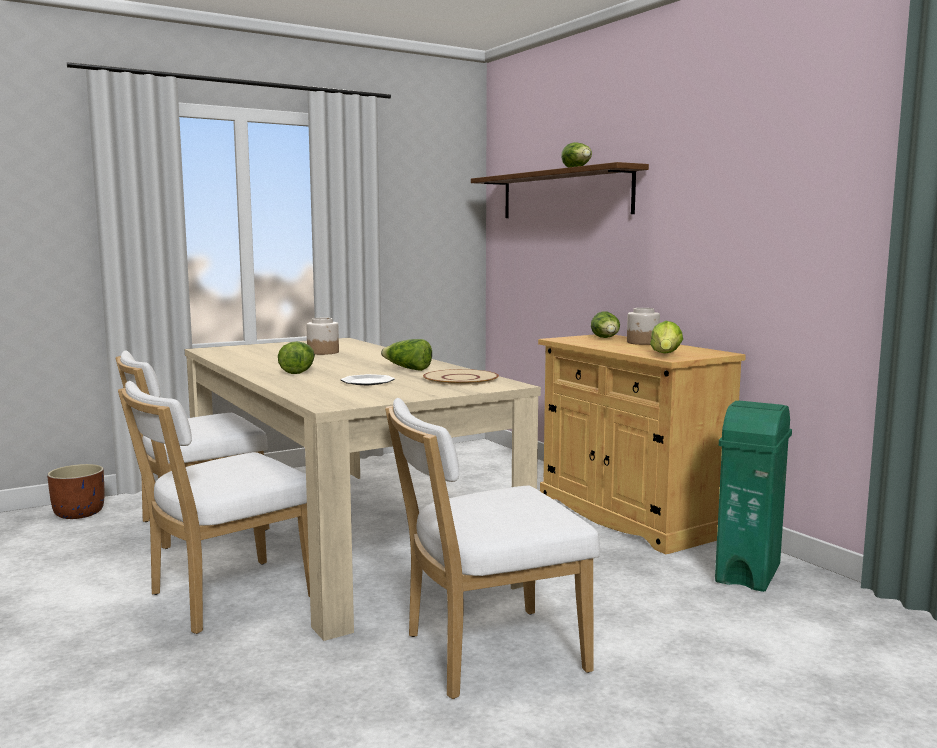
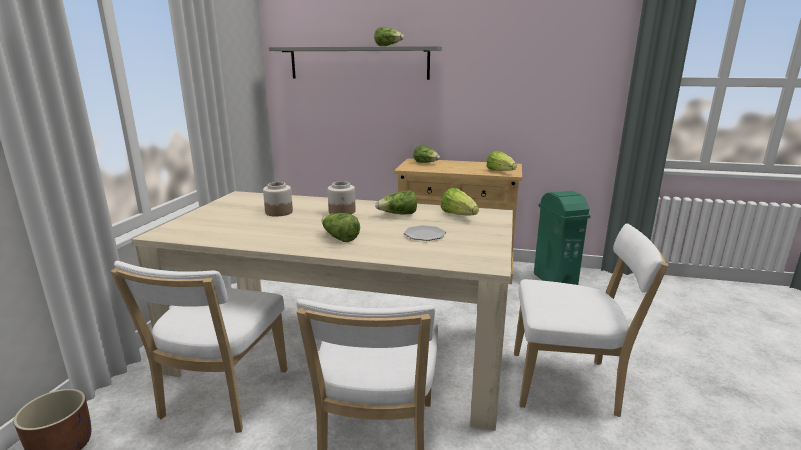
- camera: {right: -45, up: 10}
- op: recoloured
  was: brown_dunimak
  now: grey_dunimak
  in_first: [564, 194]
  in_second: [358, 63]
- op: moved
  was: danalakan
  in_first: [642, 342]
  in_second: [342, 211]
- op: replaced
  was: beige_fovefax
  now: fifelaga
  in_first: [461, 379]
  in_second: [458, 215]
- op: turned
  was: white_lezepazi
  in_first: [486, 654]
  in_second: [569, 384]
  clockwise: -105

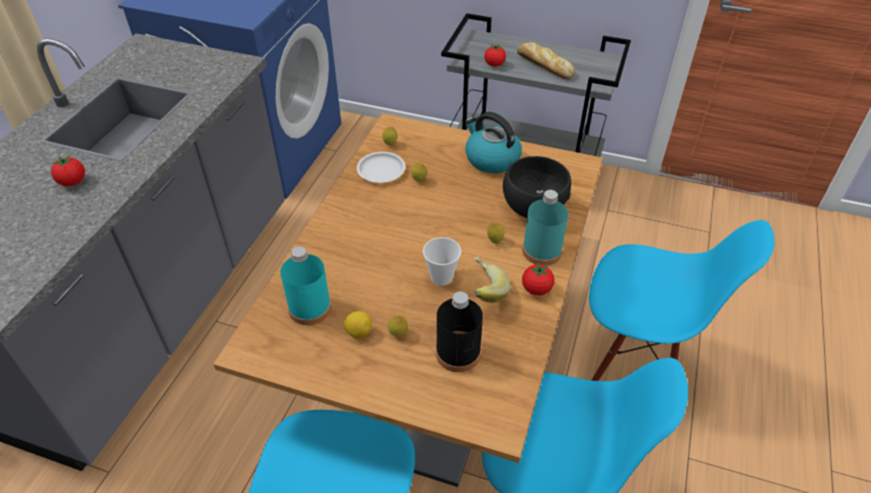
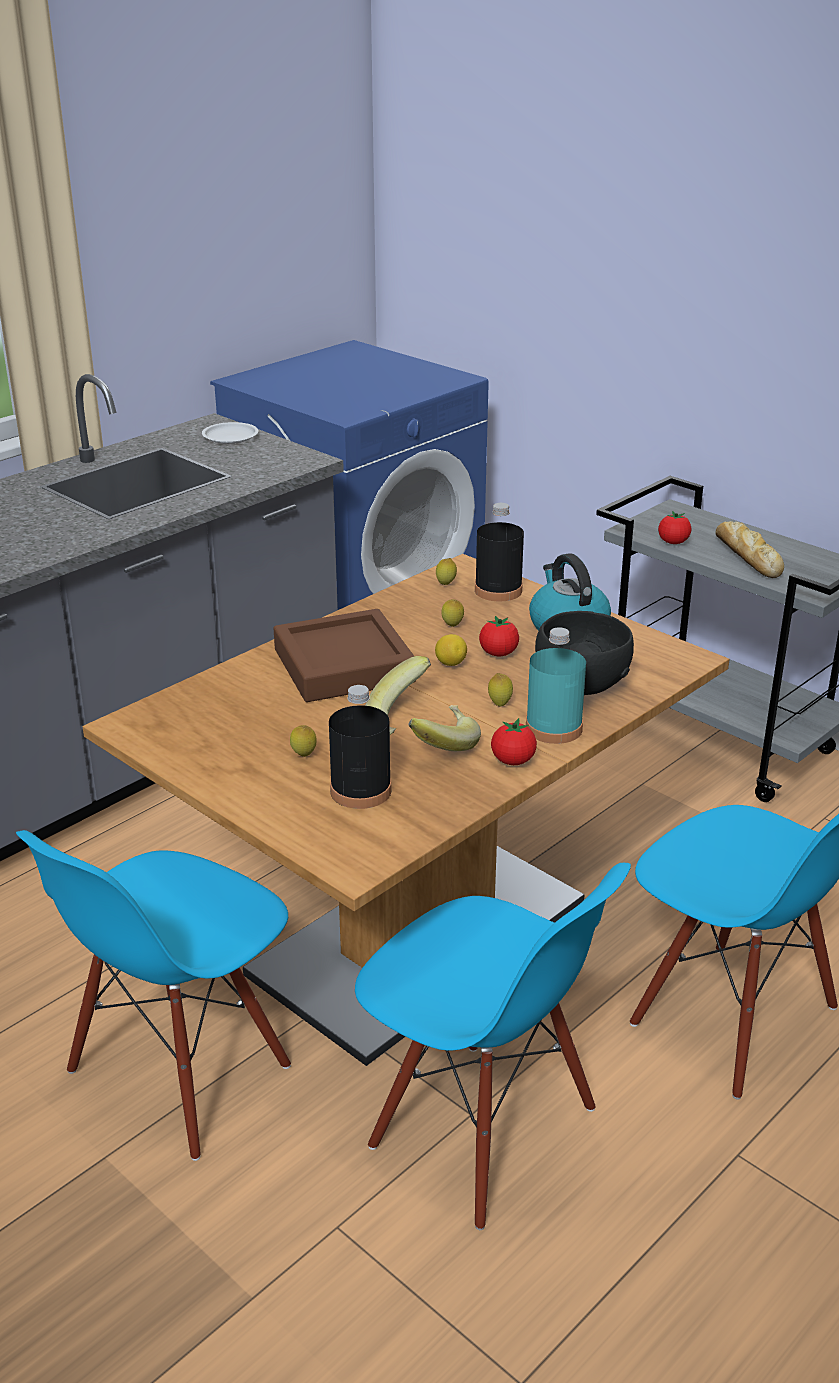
- camera: {right: 25, up: -15}
- op: moved
  was: white_fovefax
  in_first: [381, 170]
  in_second: [230, 436]
- op: added
  now: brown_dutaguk
  in_second: [343, 666]
- op: replaced
  was: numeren
  now: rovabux
  in_first: [441, 277]
  in_second: [401, 720]
- op: moved
  was: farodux
  in_first: [358, 332]
  in_second: [450, 663]
- op: added
  now: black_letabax
  in_second: [498, 590]
- op: moved
  was: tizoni
  in_first: [73, 182]
  in_second: [498, 653]
- op: removed
  was: turquoise_letabax
  in_first: [310, 308]

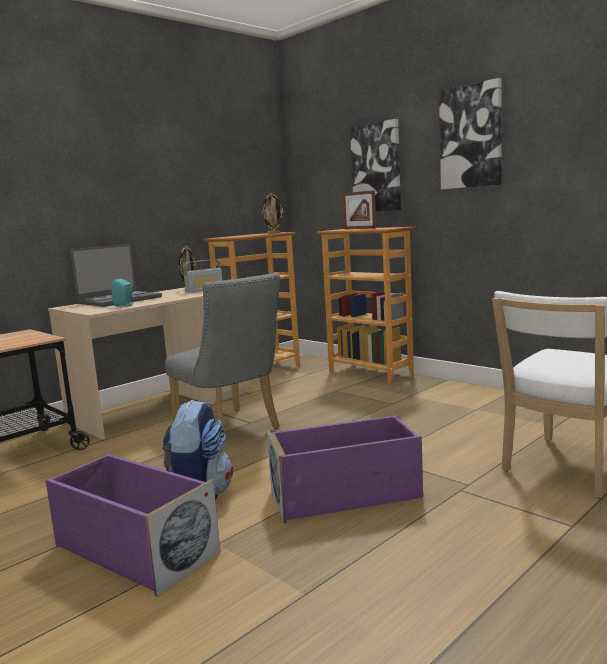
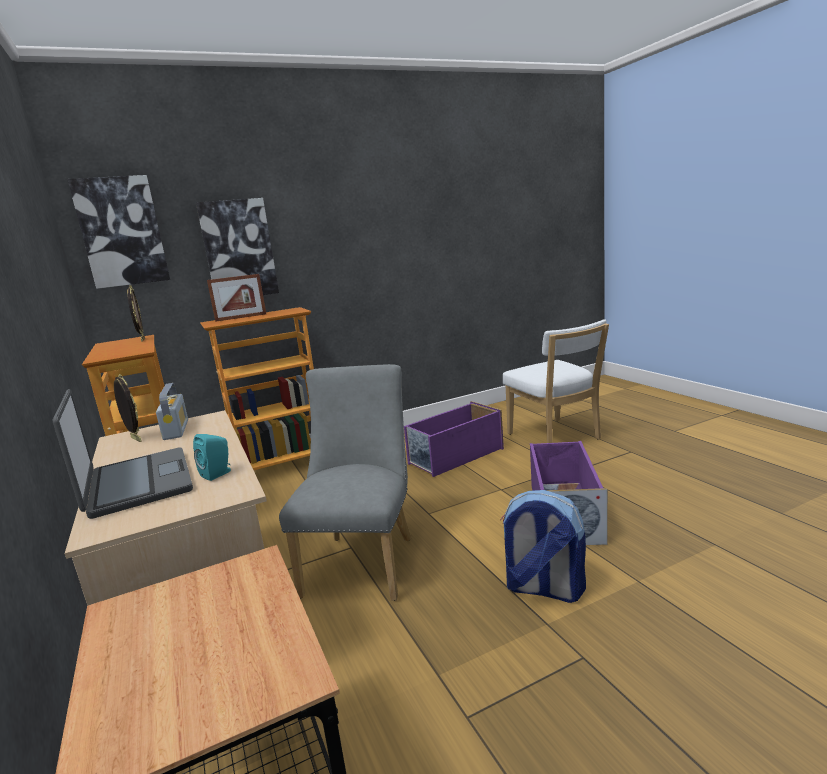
- camera: {right: -70, up: 5}
- op: moved
  was: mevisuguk
  in_first: [471, 136]
  in_second: [121, 232]
- op: turned
  was: grey_lezepazi
  in_first: [232, 430]
  in_second: [363, 560]
  clockwise: -60
- op: moved
  was: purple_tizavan
  in_first: [133, 549]
  in_second: [455, 457]

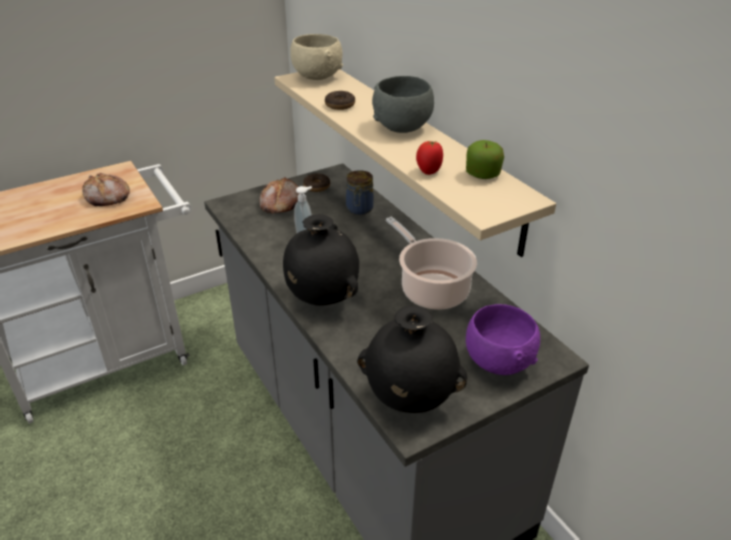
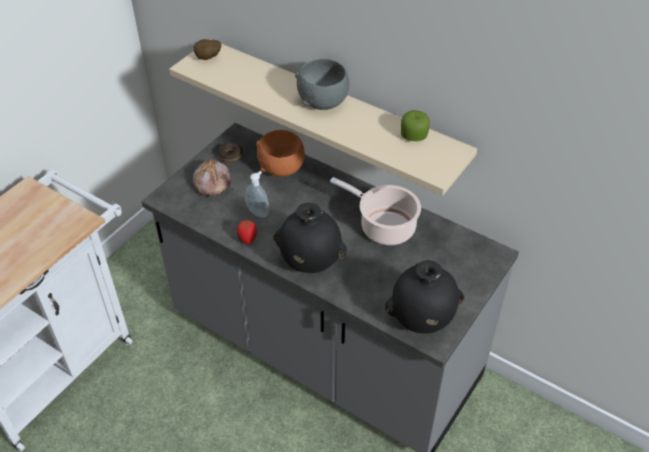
- camera: {right: -25, up: 10}
- op: replaced
  was: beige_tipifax
  now: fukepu
  in_first: [317, 76]
  in_second: [208, 59]
- op: moved
  was: tizoni
  in_first: [428, 171]
  in_second: [247, 239]
- op: replaced
  was: danalakan
  now: orange_tipifax
  in_first: [359, 209]
  in_second: [282, 168]
- op: removed
  was: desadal
  in_first: [107, 197]
- op: removed
  was: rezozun
  in_first: [340, 105]
- op: removed
  was: purple_tipifax
  in_first: [498, 361]

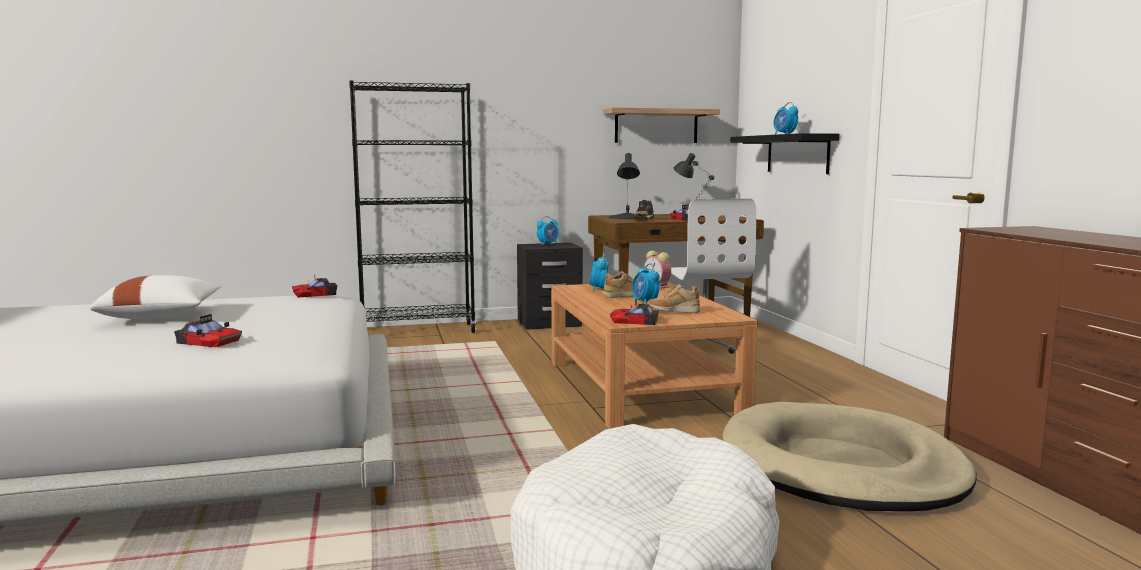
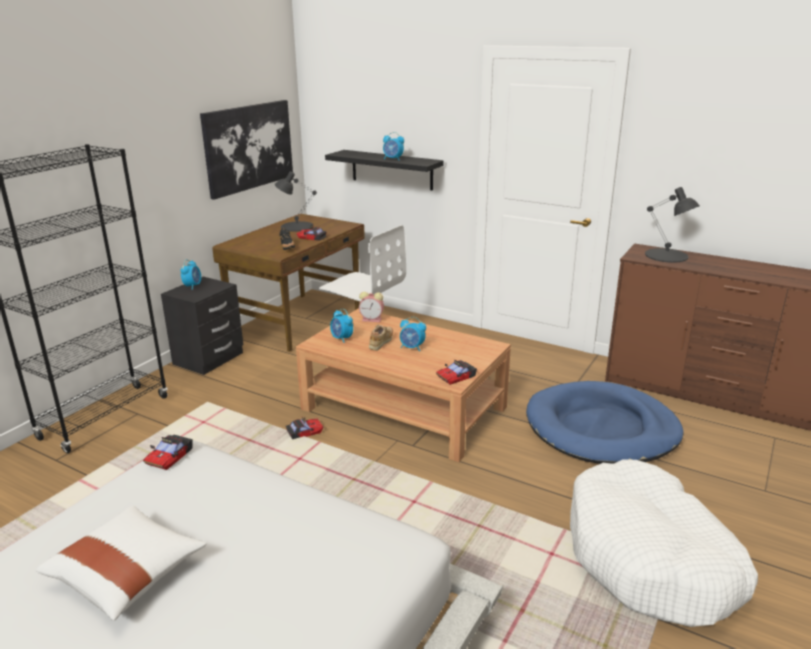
- camera: {right: -45, up: 15}
- op: replaced
  was: dunimak
  now: mevisuguk
  in_first: [656, 126]
  in_second: [248, 147]
- op: moved
  was: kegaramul
  in_first: [209, 342]
  in_second: [304, 432]
- op: recoloured
  was: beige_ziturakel
  now: blue_ziturakel
  in_first: [840, 466]
  in_second: [601, 428]
- op: moved
  was: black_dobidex
  in_first: [627, 217]
  in_second: [666, 255]
- op: removed
  was: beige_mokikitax
  in_first: [673, 312]

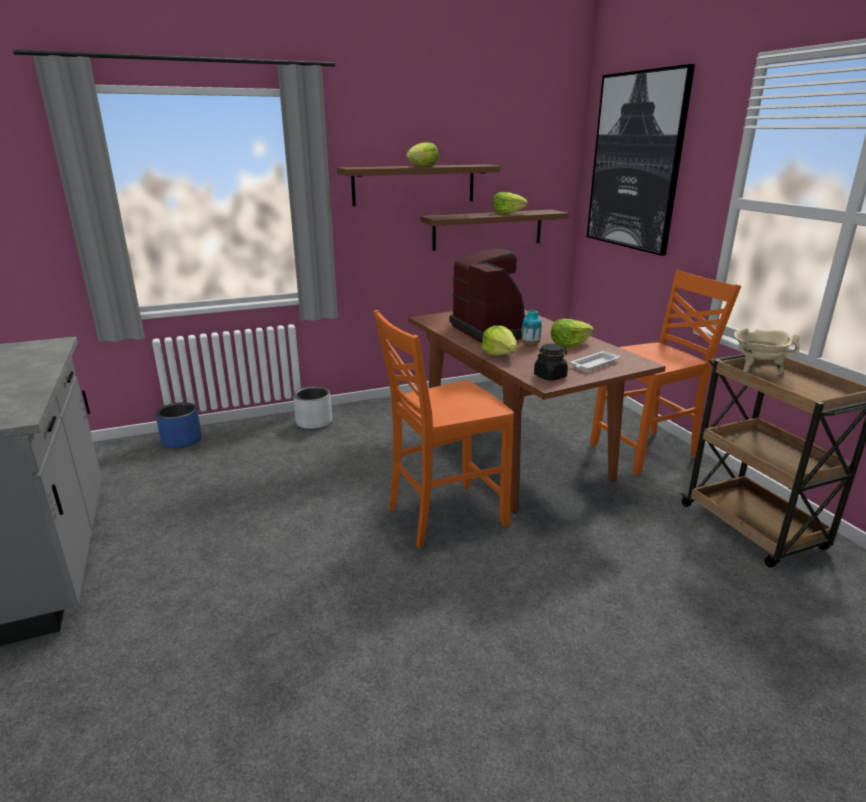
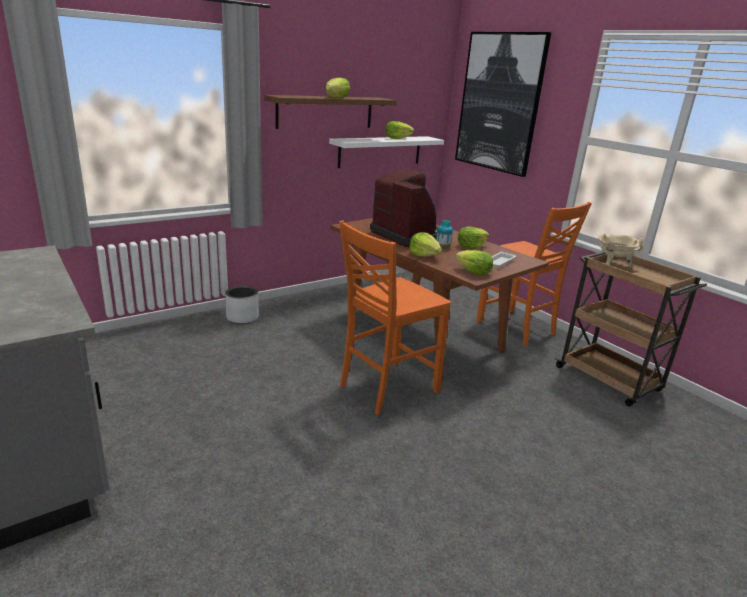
- camera: {right: -15, up: 0}
- op: recoloured
  was: brown_dunimak
  now: white_dunimak
  in_first: [488, 229]
  in_second: [380, 151]
- op: replaced
  was: black_danalakan
  now: fifelaga
  in_first: [550, 376]
  in_second: [473, 272]
- op: turned
  was: orange_lezepazi
  in_first: [646, 451]
  in_second: [517, 328]
  clockwise: 90
- op: removed
  was: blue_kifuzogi
  in_first: [182, 440]

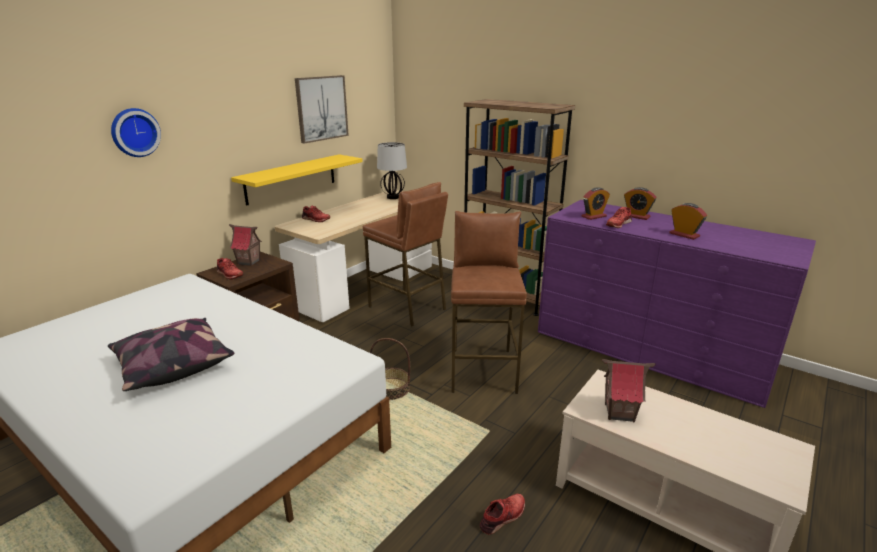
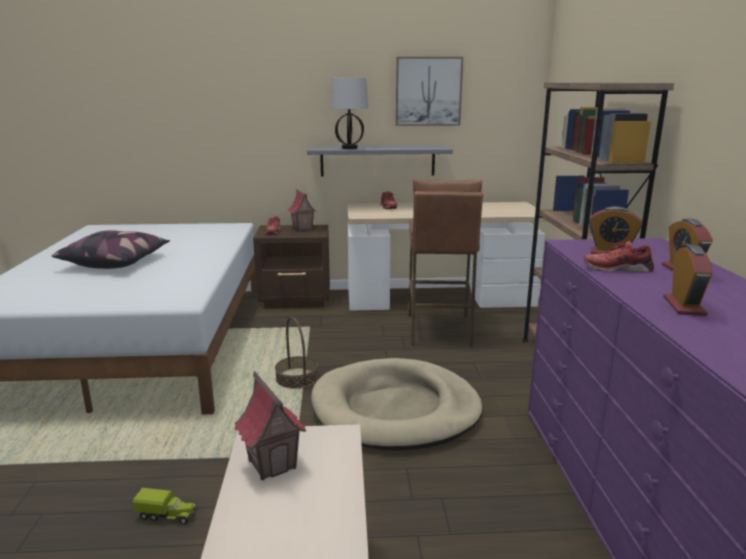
- camera: {right: 50, up: -5}
- op: replaced
  was: red_mokikitax
  now: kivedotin
  in_first: [503, 517]
  in_second: [167, 515]
- op: recoloured
  was: yellow_dunimak
  now: grey_dunimak
  in_first: [291, 179]
  in_second: [377, 160]
- op: replaced
  was: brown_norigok
  now: beige_ziturakel
  in_first: [483, 370]
  in_second: [395, 409]
- op: moved
  was: dobidex
  in_first: [393, 197]
  in_second: [350, 148]
- op: removed
  was: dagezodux
  in_first: [134, 132]

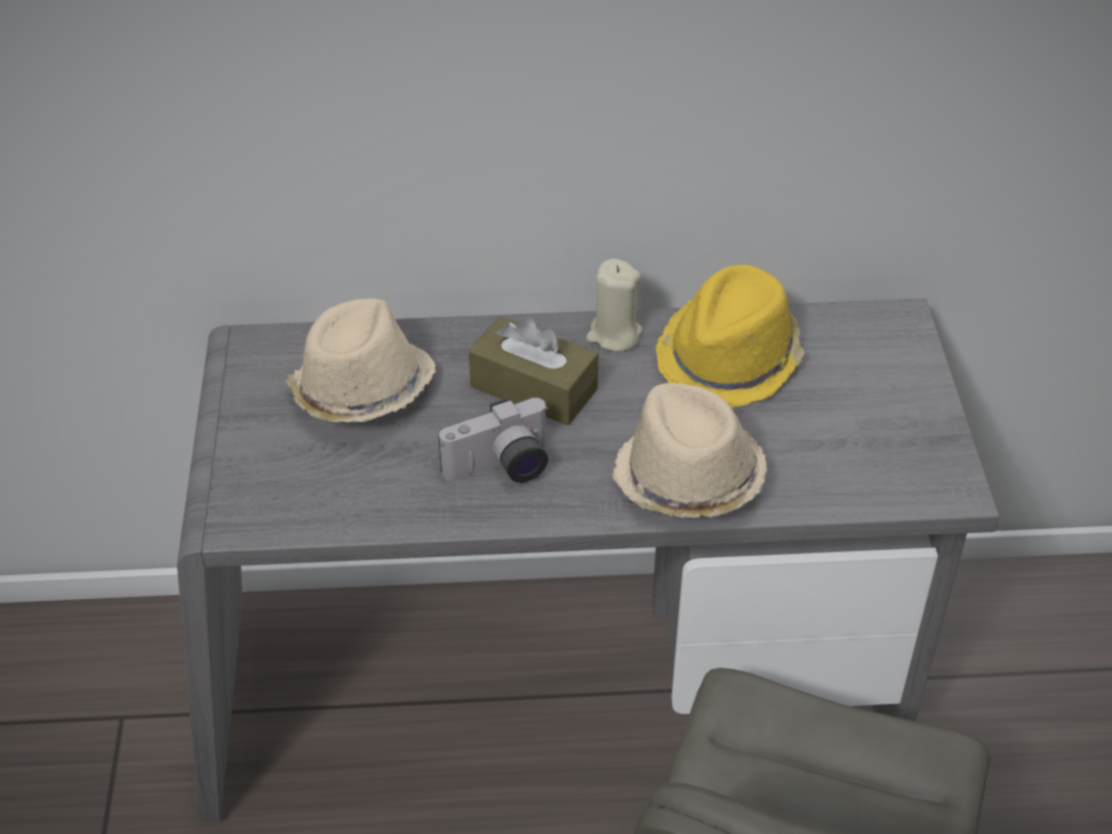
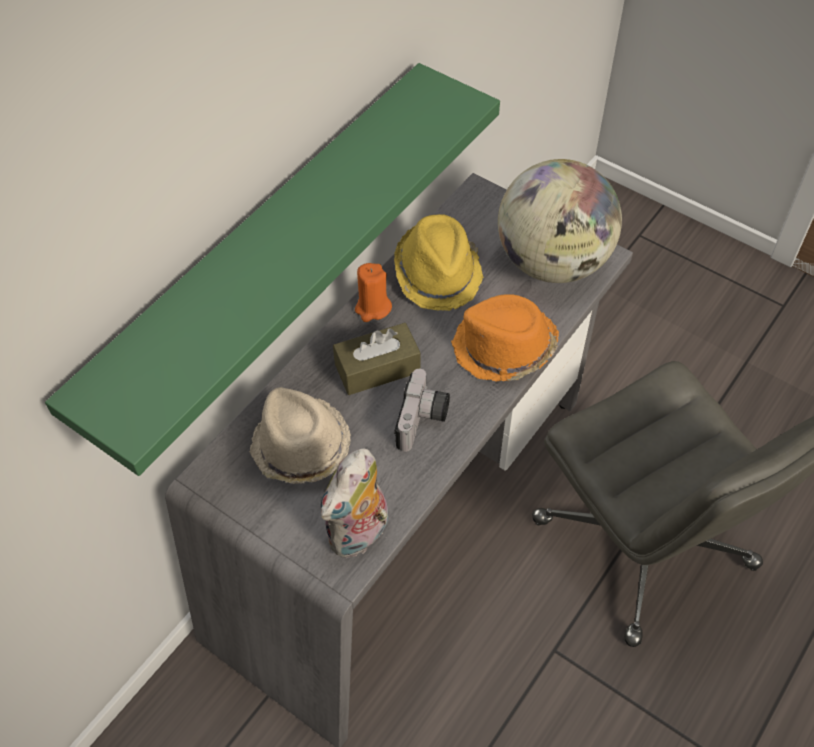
- camera: {right: -50, up: 10}
- op: added
  now: green_dunimak
  in_second: [261, 250]
- op: added
  now: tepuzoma
  in_second: [360, 535]
- op: recoloured
  was: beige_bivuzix
  now: orange_bivuzix
  in_first: [614, 335]
  in_second: [373, 308]
- op: recoloured
  was: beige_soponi
  now: orange_soponi
  in_first: [687, 478]
  in_second: [503, 349]
- op: added
  now: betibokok
  in_second: [552, 262]

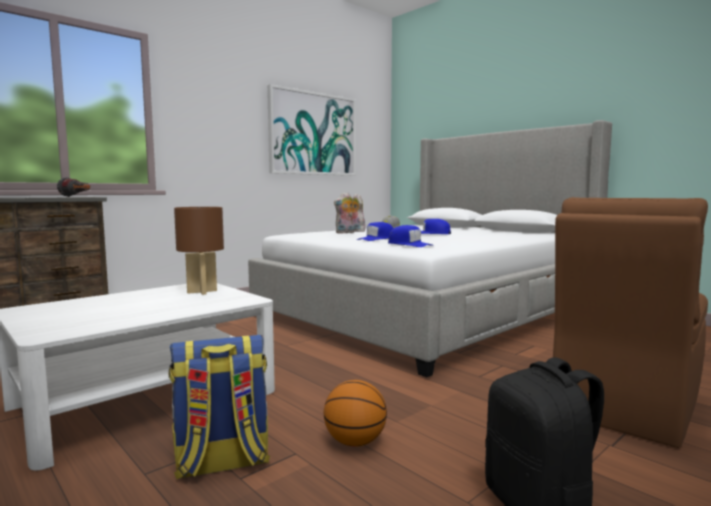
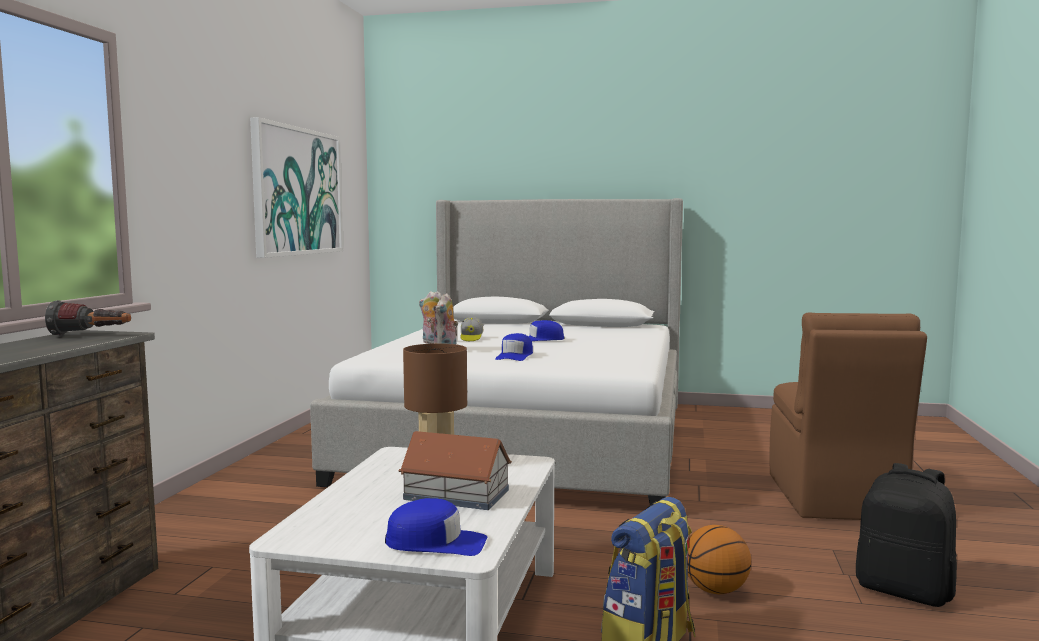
- camera: {right: -35, up: 0}
- op: moved
  was: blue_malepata
  in_first: [409, 244]
  in_second: [436, 543]
- op: added
  now: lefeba
  in_second: [457, 495]

